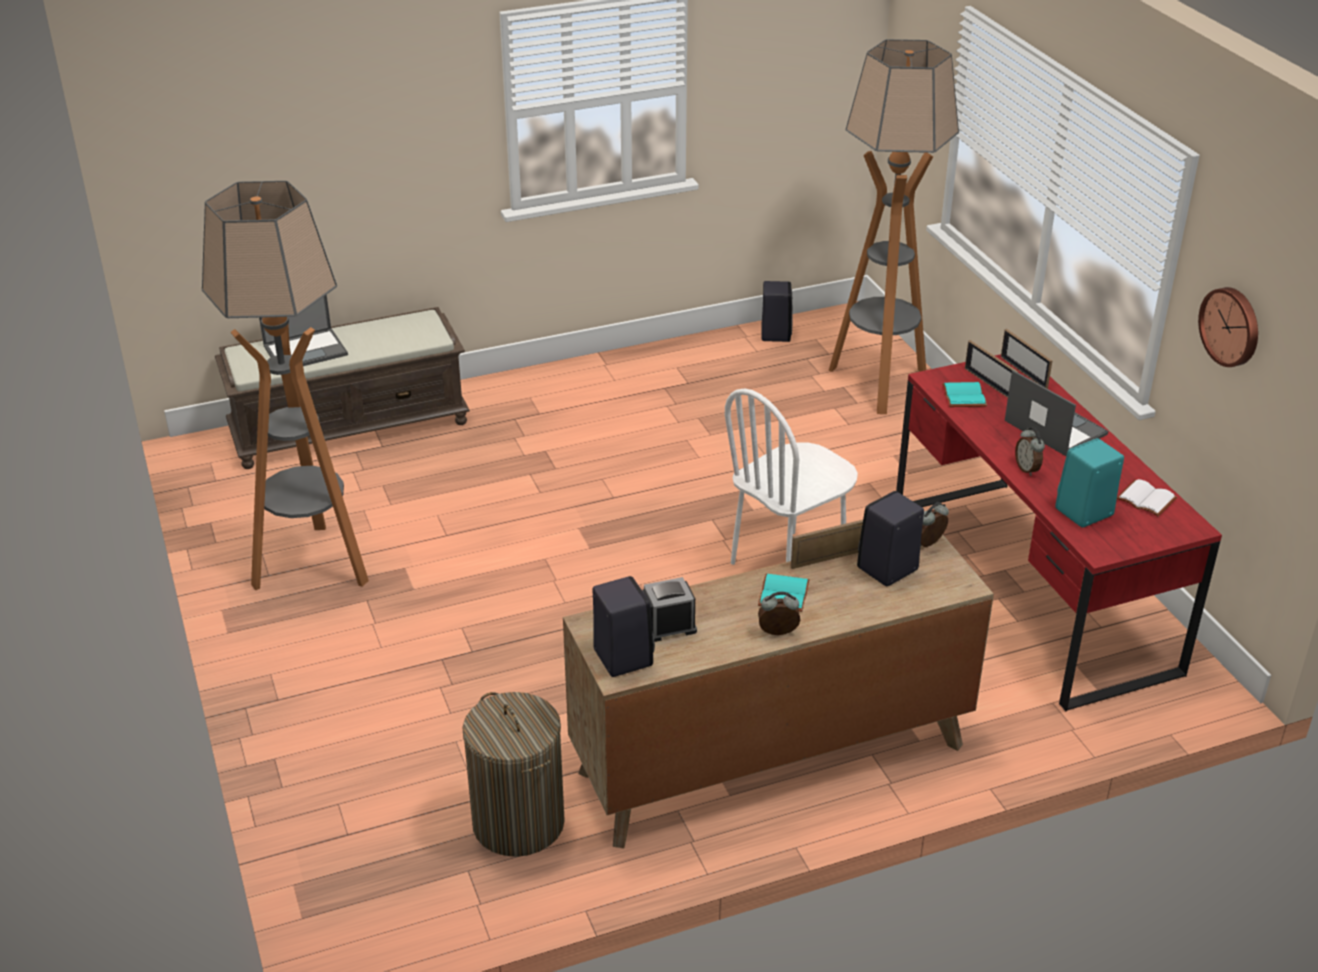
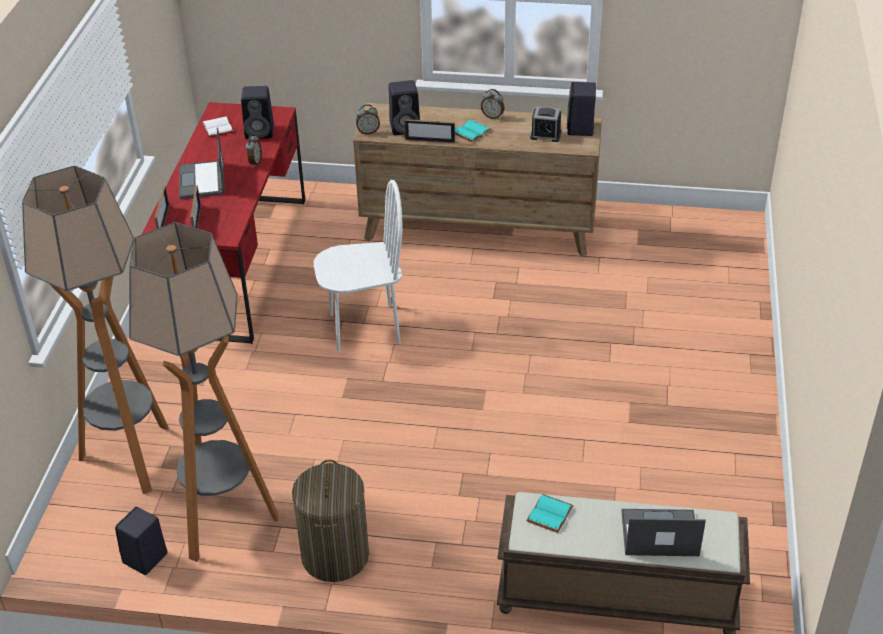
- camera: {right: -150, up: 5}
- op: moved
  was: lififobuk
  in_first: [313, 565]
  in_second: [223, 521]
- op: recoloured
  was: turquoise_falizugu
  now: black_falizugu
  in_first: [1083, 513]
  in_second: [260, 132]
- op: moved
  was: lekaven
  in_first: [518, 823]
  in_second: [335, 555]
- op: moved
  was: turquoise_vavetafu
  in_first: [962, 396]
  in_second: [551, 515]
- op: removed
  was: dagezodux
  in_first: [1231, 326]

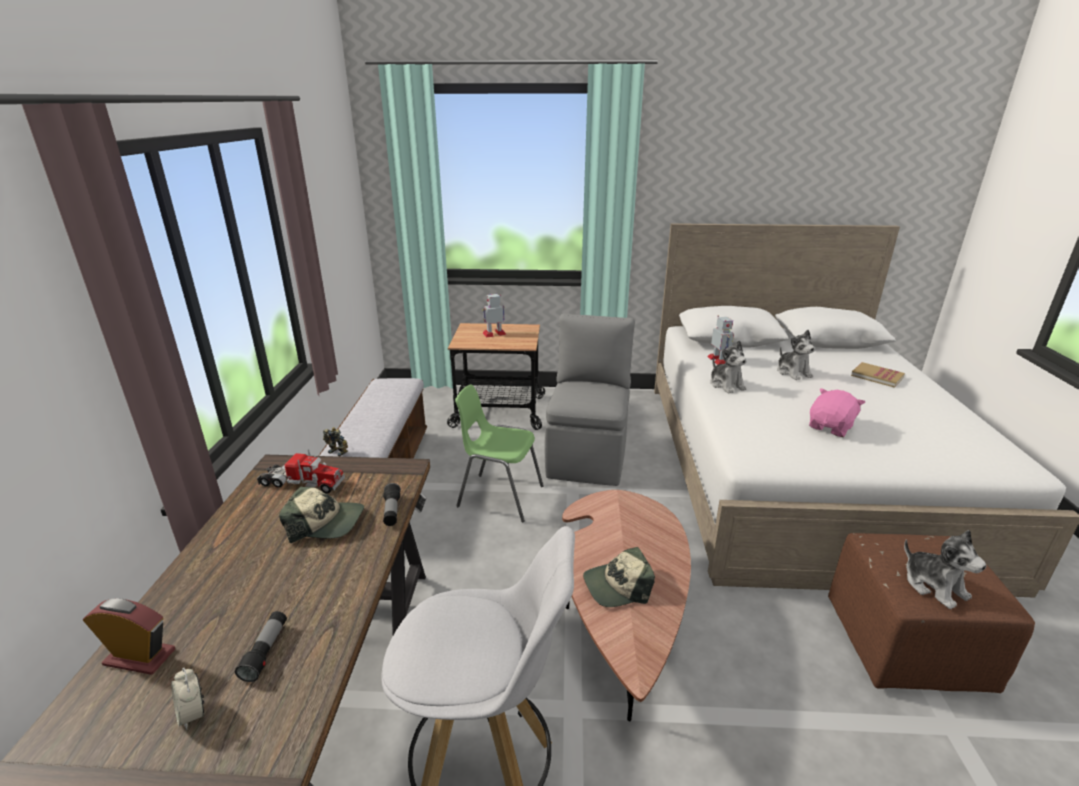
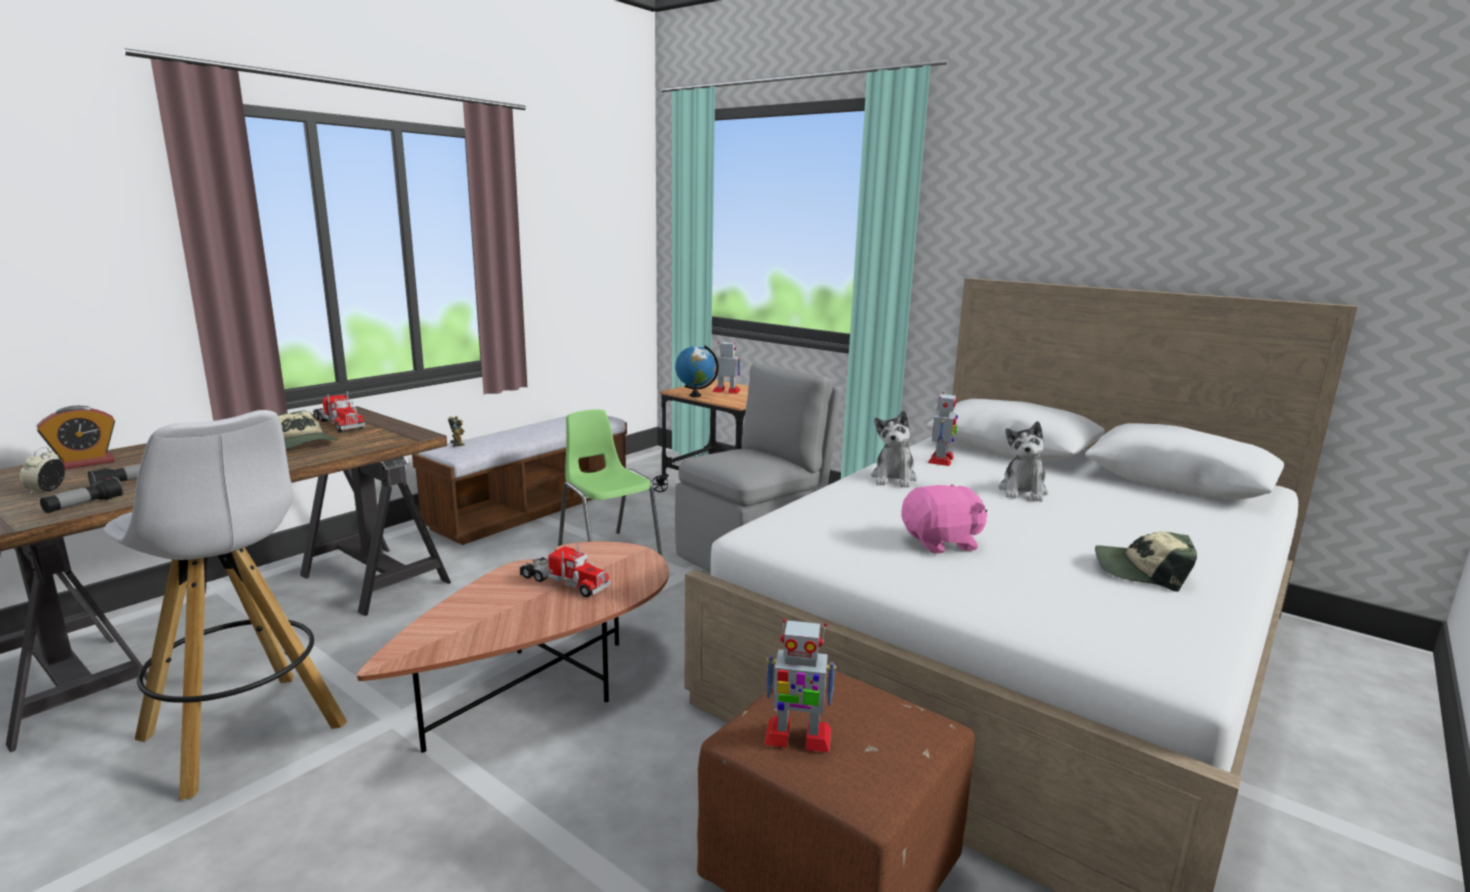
- camera: {right: 35, up: -10}
- op: turned
  was: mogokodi
  in_first: [140, 657]
  in_second: [85, 463]
  clockwise: 90
- op: moved
  was: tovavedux
  in_first: [392, 511]
  in_second: [84, 505]
- op: added
  now: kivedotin
  in_second: [564, 582]
- op: added
  now: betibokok
  in_second: [695, 395]
- op: replaced
  was: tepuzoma
  now: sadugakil
  in_first: [934, 586]
  in_second: [797, 736]
- op: moved
  was: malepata
  in_first: [617, 586]
  in_second: [1142, 571]
- op: removed
  was: vavetafu
  in_first: [877, 376]

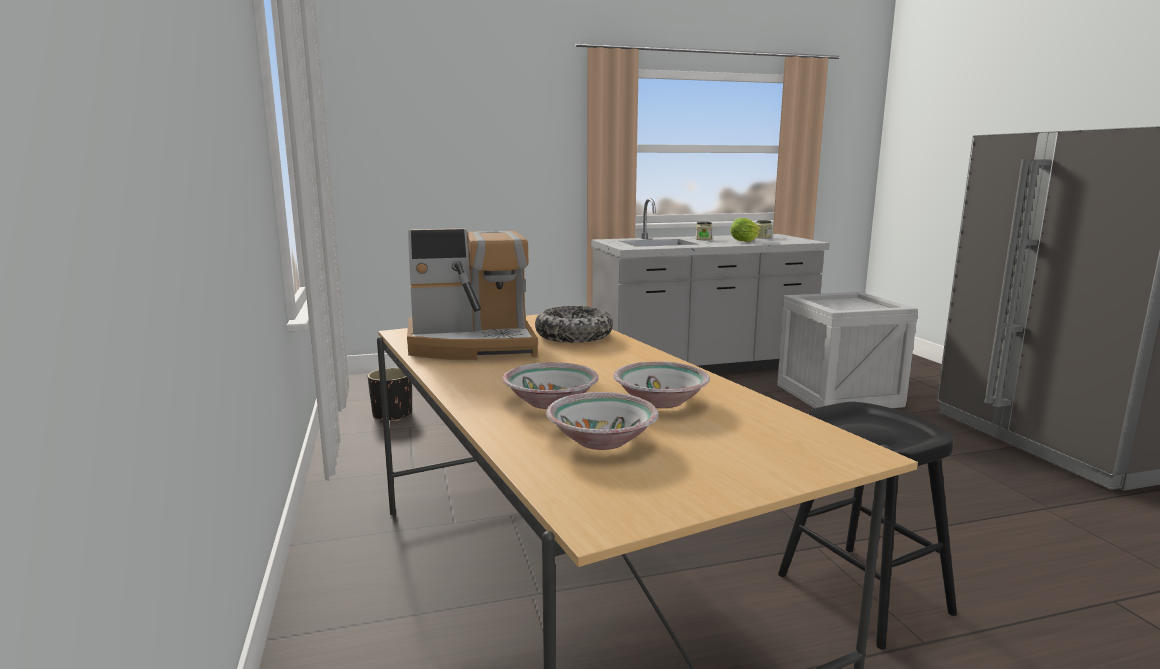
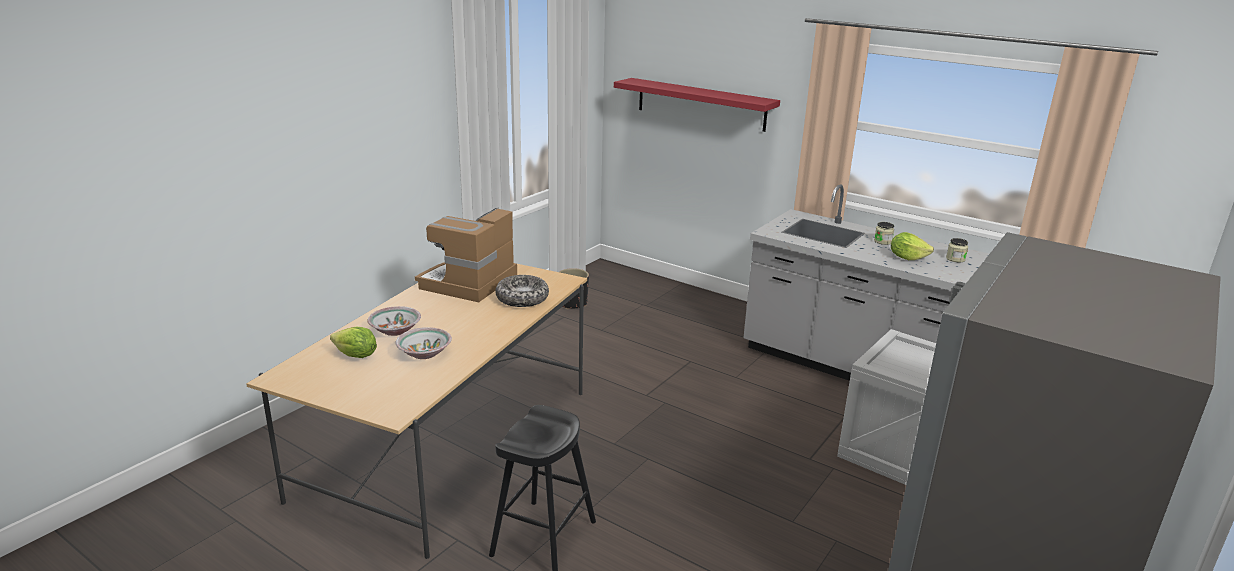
- camera: {right: 50, up: 10}
- op: replaced
  was: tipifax
  now: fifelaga
  in_first: [603, 440]
  in_second: [356, 356]
- op: turned
  was: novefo
  in_first: [472, 345]
  in_second: [469, 282]
  clockwise: 75
- op: added
  now: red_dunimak
  in_second: [700, 104]

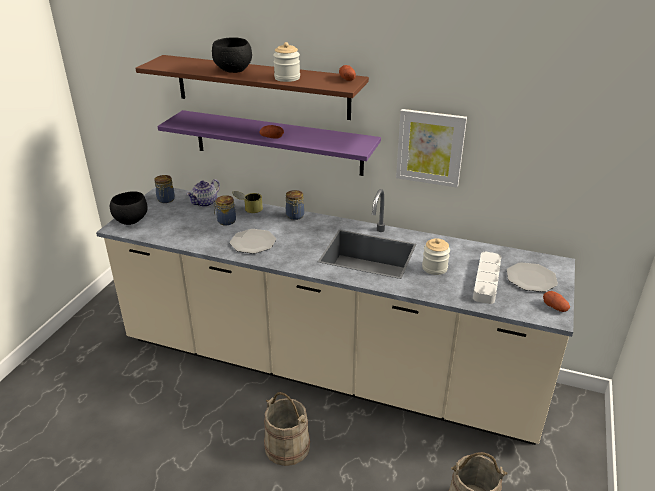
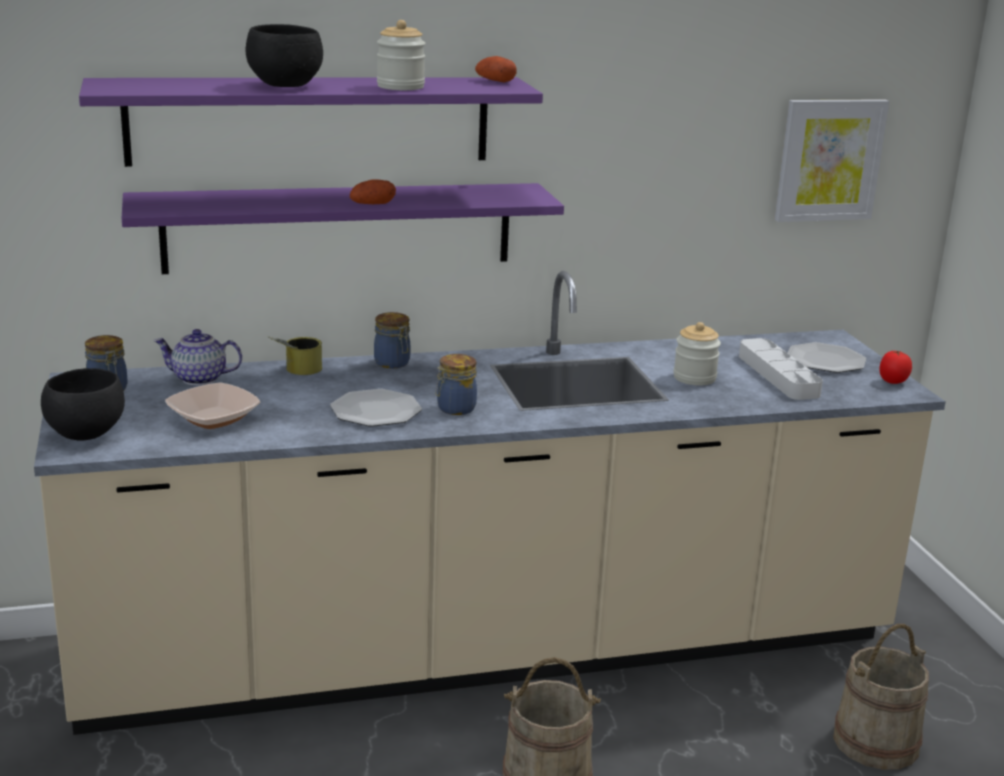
- camera: {right: -35, up: -10}
- op: recoloured
  was: brown_dunimak
  now: purple_dunimak
  in_first: [261, 87]
  in_second: [310, 120]
- op: turned
  was: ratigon
  in_first: [205, 203]
  in_second: [198, 379]
  clockwise: 90
- op: added
  now: tipifax
  in_second: [213, 418]
- op: moved
  was: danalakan
  in_first: [225, 221]
  in_second: [454, 409]
- op: moved
  was: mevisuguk
  in_first: [430, 147]
  in_second: [829, 160]
- op: replaced
  was: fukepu
  now: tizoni
  in_first: [555, 307]
  in_second: [893, 382]

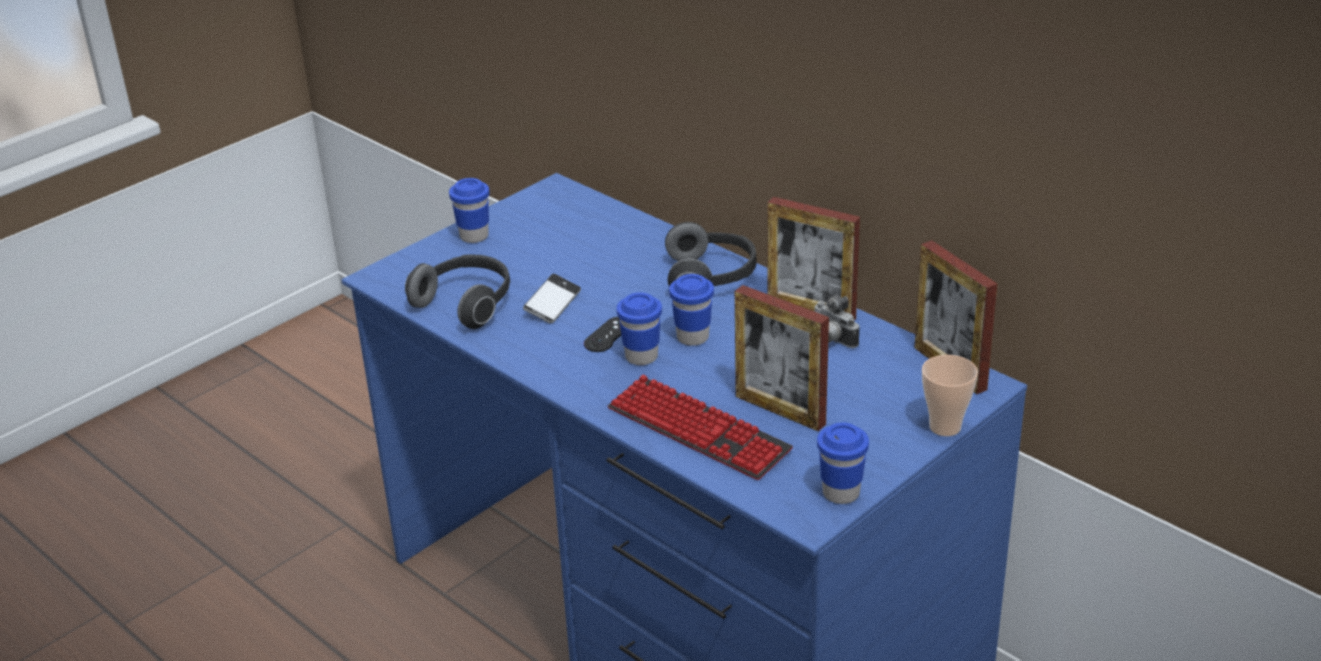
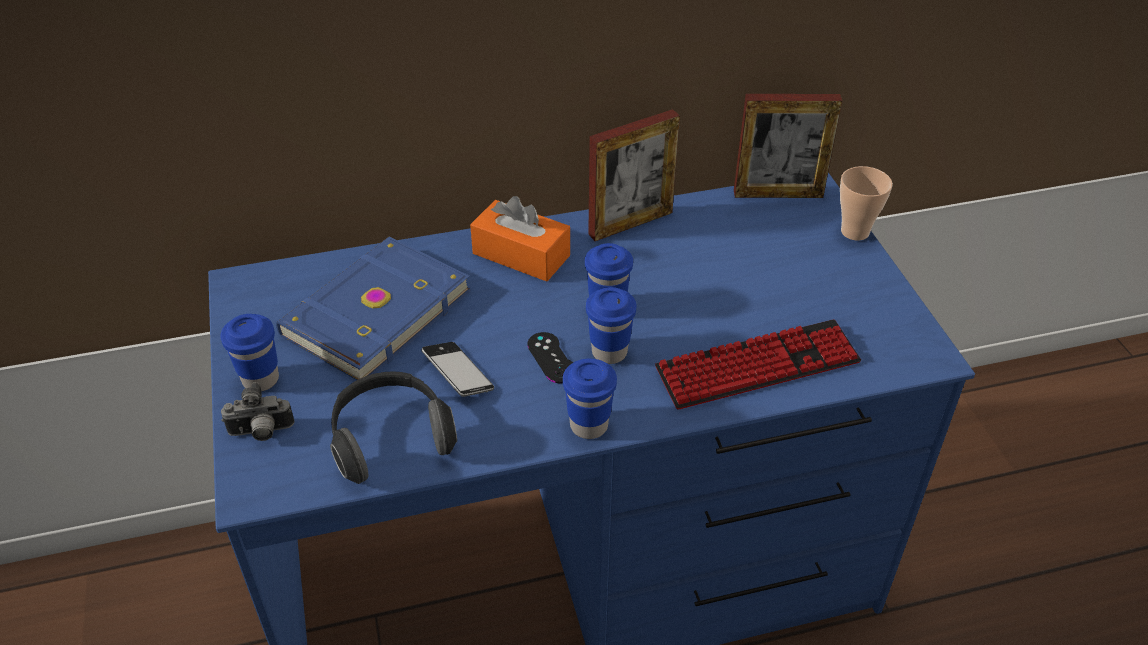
- camera: {right: -60, up: 10}
- op: moved
  was: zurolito
  in_first: [832, 340]
  in_second: [261, 433]
- op: added
  now: blue_vavetafu
  in_second: [373, 312]
- op: replaced
  was: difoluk
  now: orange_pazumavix
  in_first: [711, 278]
  in_second: [521, 254]
- op: moved
  was: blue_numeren
  in_first: [841, 493]
  in_second: [589, 425]
- op: removed
  was: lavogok
  in_first: [780, 410]

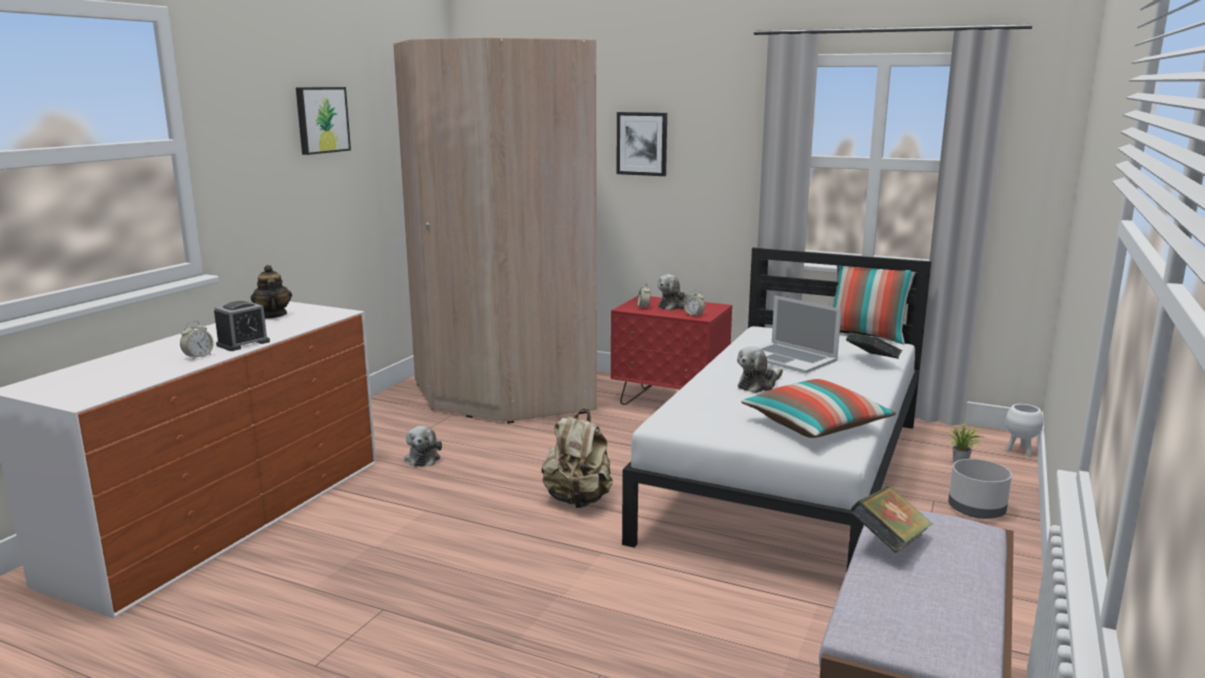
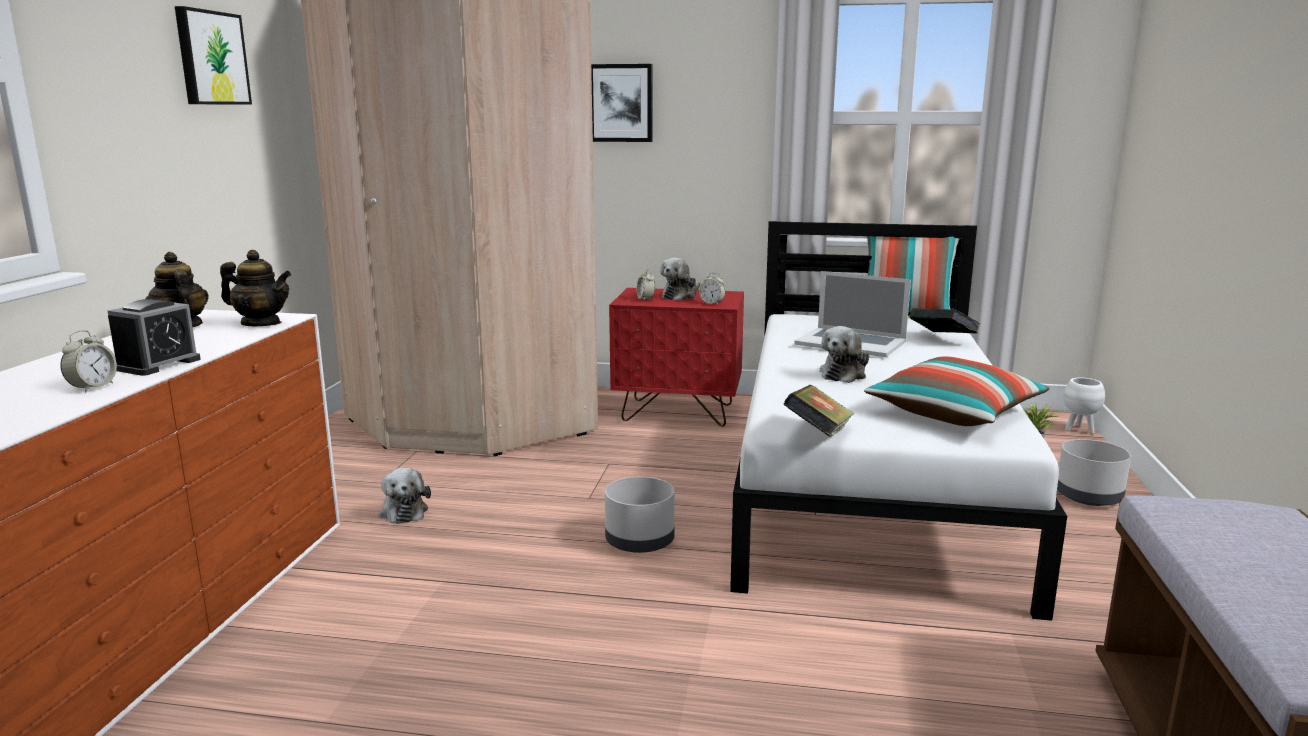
- camera: {right: -15, up: 0}
- op: added
  now: ratigon
  in_second: [261, 324]
- op: replaced
  was: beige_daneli
  now: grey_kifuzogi
  in_first: [578, 500]
  in_second: [640, 541]
- op: moved
  was: vavetafu
  in_first: [889, 542]
  in_second: [818, 434]

